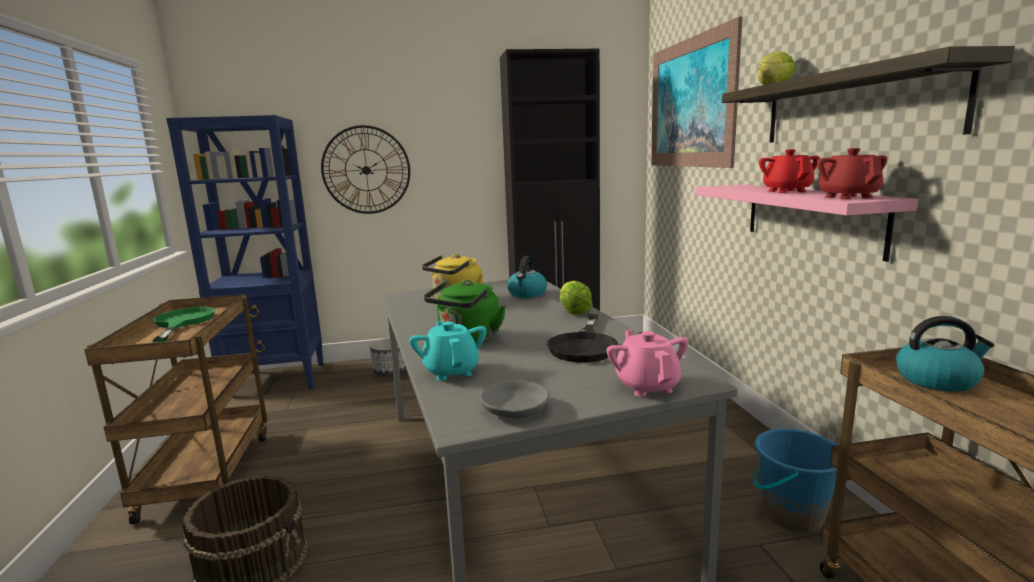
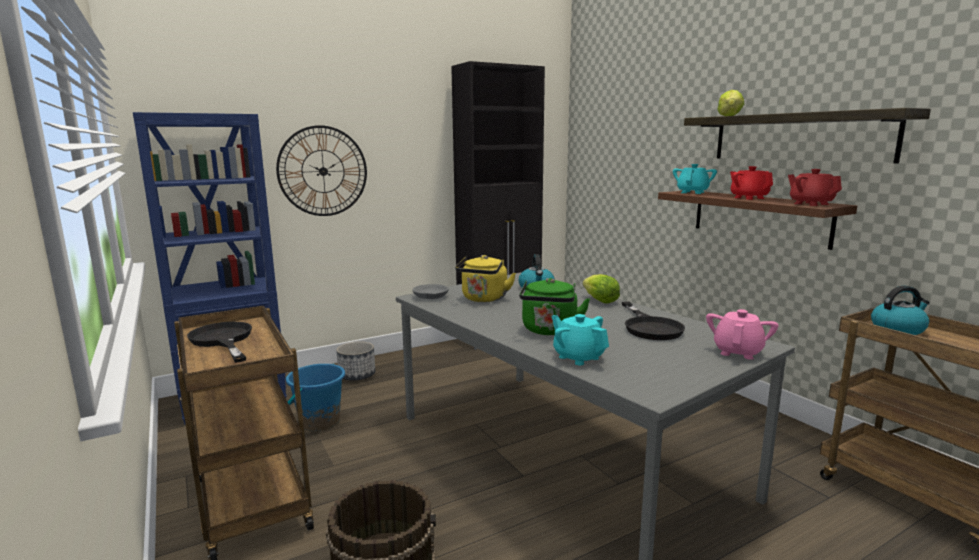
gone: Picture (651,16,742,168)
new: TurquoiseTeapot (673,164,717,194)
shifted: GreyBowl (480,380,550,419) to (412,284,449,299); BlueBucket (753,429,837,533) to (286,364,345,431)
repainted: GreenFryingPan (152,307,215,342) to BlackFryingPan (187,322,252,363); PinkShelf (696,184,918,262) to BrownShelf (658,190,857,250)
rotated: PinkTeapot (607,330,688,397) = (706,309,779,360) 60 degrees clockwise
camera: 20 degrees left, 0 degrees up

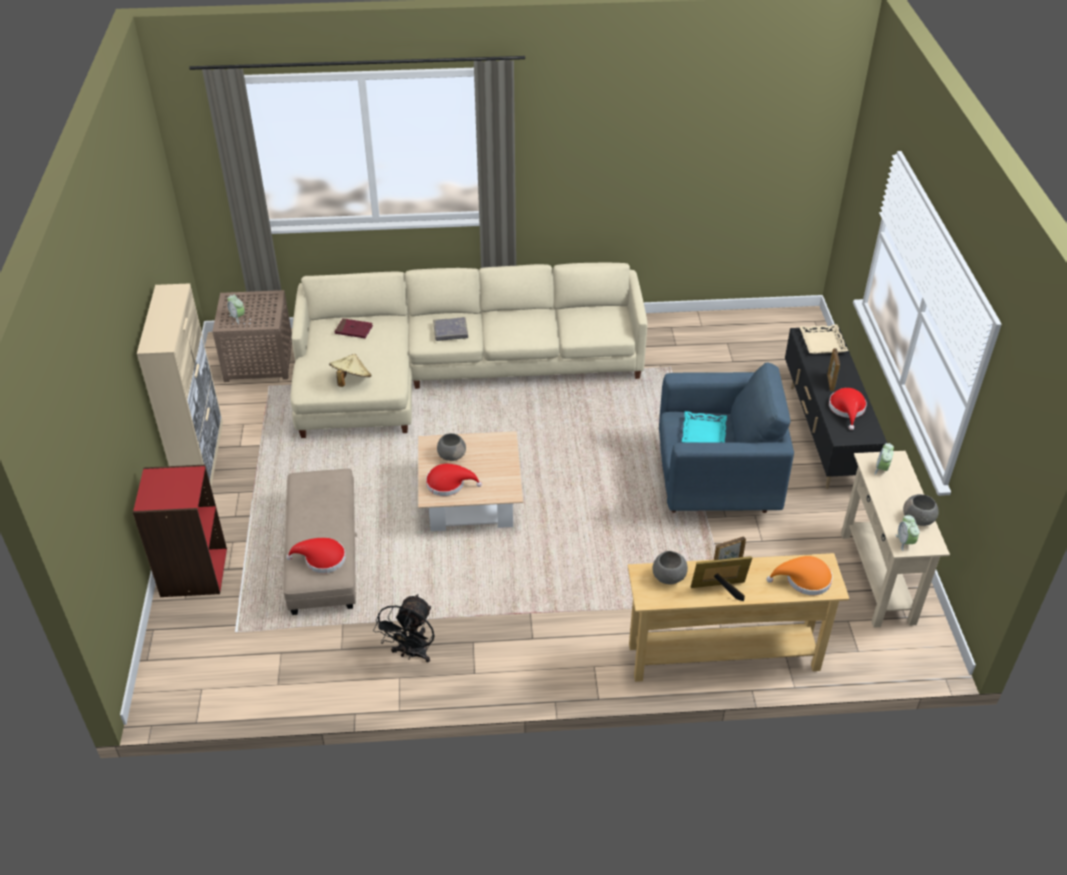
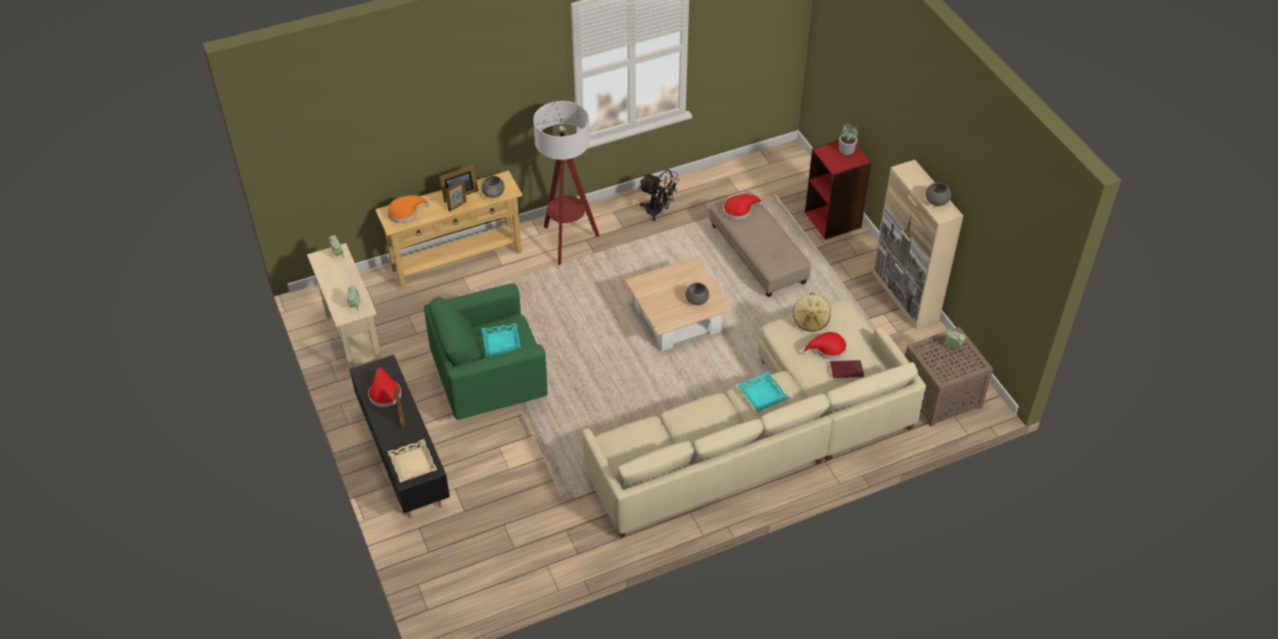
new: FloorLamp (533,101,600,265); PottedPlant (839,123,858,155)
shifted: RedHat (426,464,482,496) to (802,332,847,359); GreyBowl (903,494,939,526) to (925,183,951,206)
swapped: GreyBook (433,317,468,341) to TurquoiseTray (737,371,789,412)
repainted: BlueArmchair (659,363,794,513) to GreenArmchair (424,283,548,420)
rotated: BlackFan (373,594,435,663) = (639,170,679,221) 120 degrees clockwise
camera: 160 degrees right, 5 degrees up

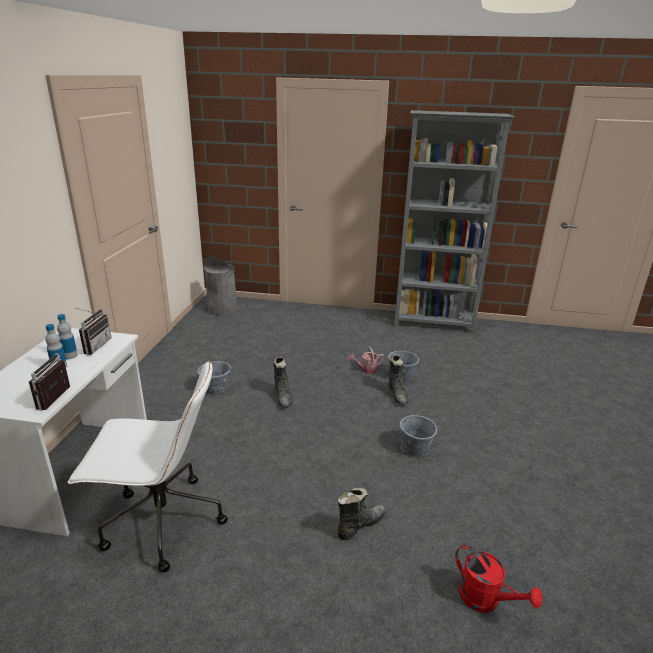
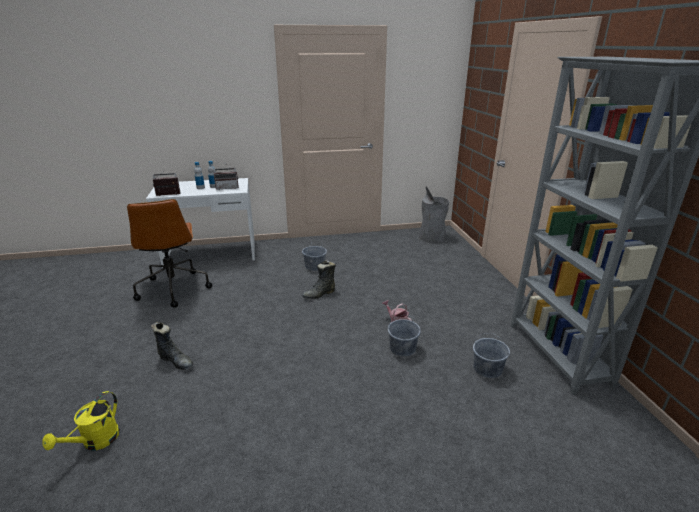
gone: BlackBoot (389,355,408,405)
shifted: GreyBucket (400,410,437,457) to (473,333,510,378)
repainted: WhiteOfficeChair (67,361,228,572) to BrownOfficeChair (127,199,212,308); RedWateringCan (455,545,543,612) to YellowWateringCan (42,391,120,450)
camera: 70 degrees right, 0 degrees up

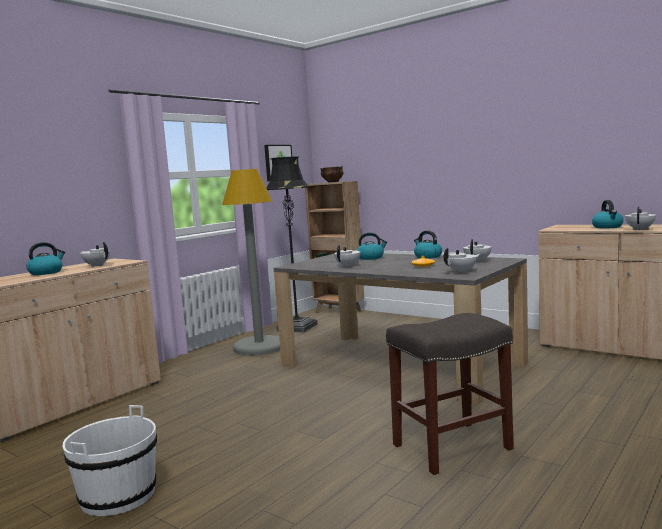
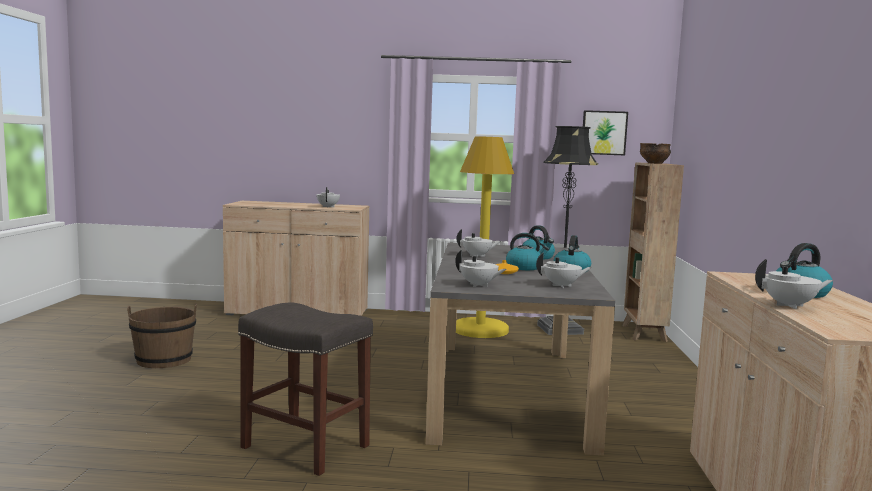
shifted: Kettle (26,242,65,275) to (506,233,549,270)
repainted: WhiteBucket (63,405,157,516) to BrownBucket (127,303,197,368); GreyFloorLamp (222,169,280,356) to YellowFloorLamp (456,136,514,338)
camera: 55 degrees right, 0 degrees up

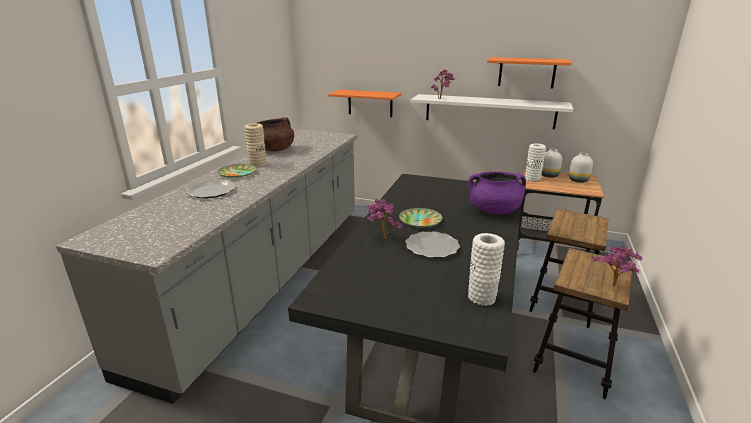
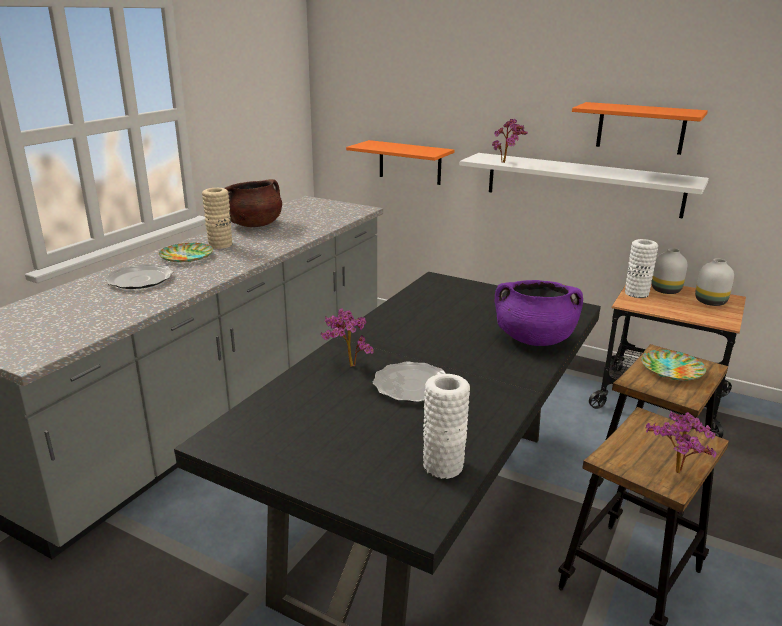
shifted: Plate (399,208,442,228) to (641,350,706,381)
camera: 10 degrees right, 0 degrees up

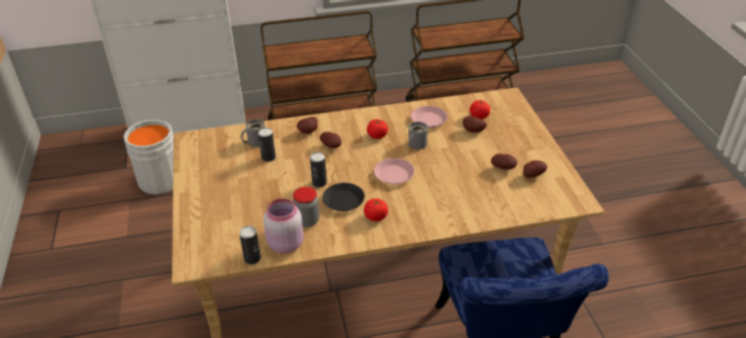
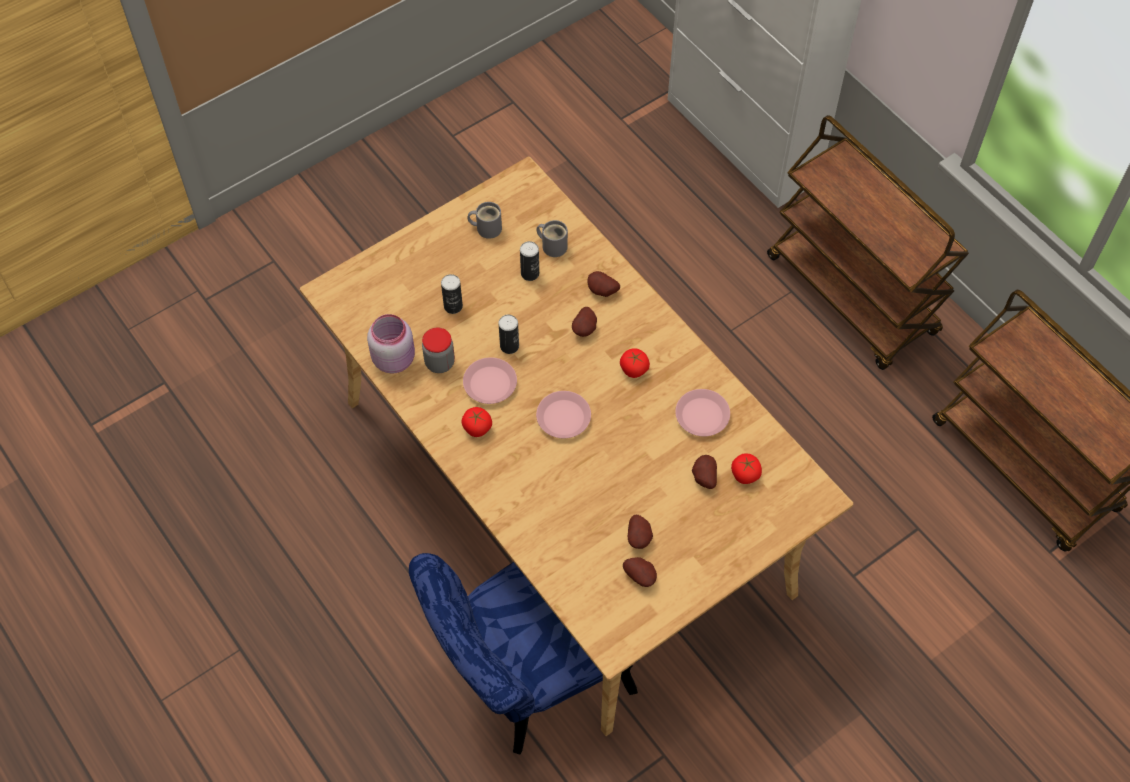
gone: GreyBucket (123,120,174,194)
shifted: Can (239,226,261,264) to (441,274,463,314); GreyMug (408,122,428,150) to (467,202,502,239)
repainted: BlackPlate (322,183,365,211) to PinkPlate (463,357,517,404)
camera: 65 degrees right, 20 degrees up

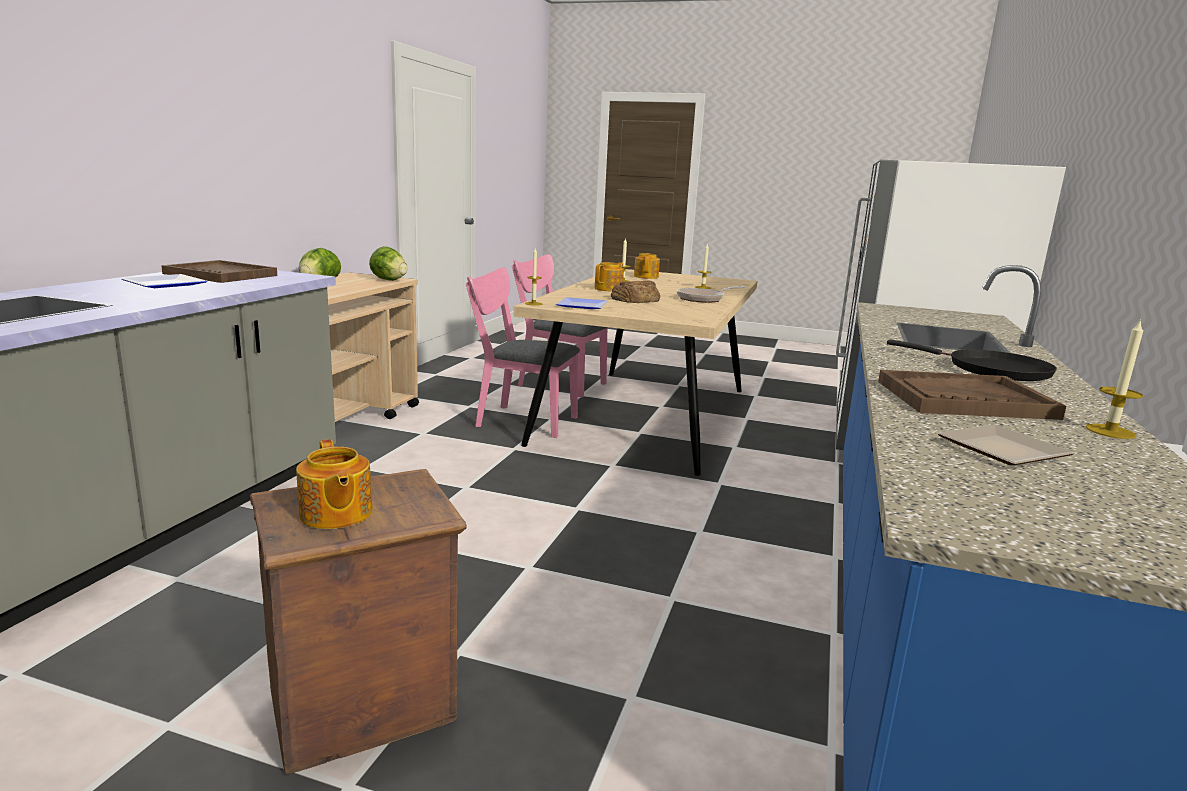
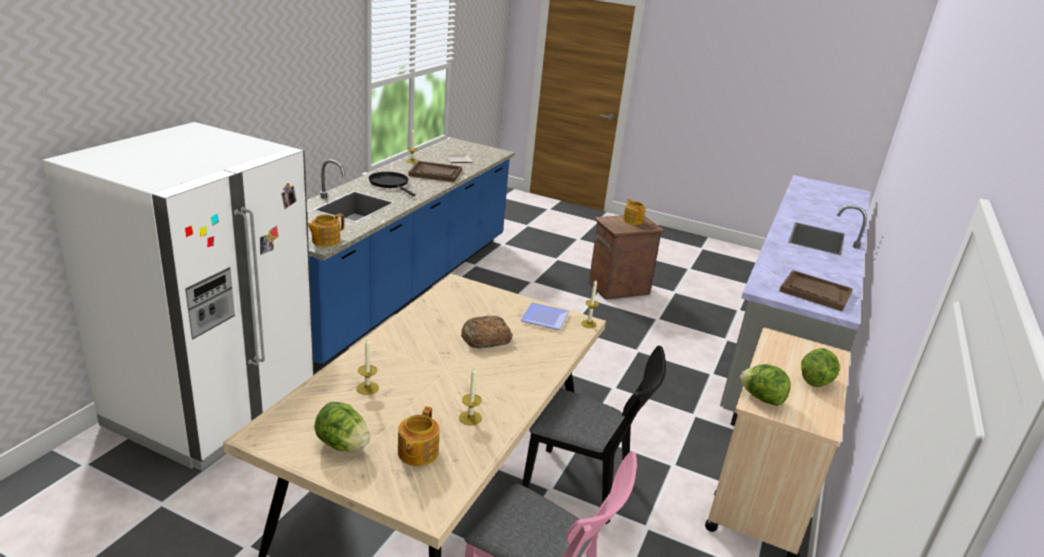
gone: Plate (122,274,208,288); FryingPan (677,286,745,303)
new: Lettuce (314,402,370,451)
shifted: Teapot (594,262,624,291) to (308,214,345,247)
repainted: PinkChair (466,267,580,438) to BlackChair (522,345,666,524)
camera: 175 degrees left, 10 degrees up

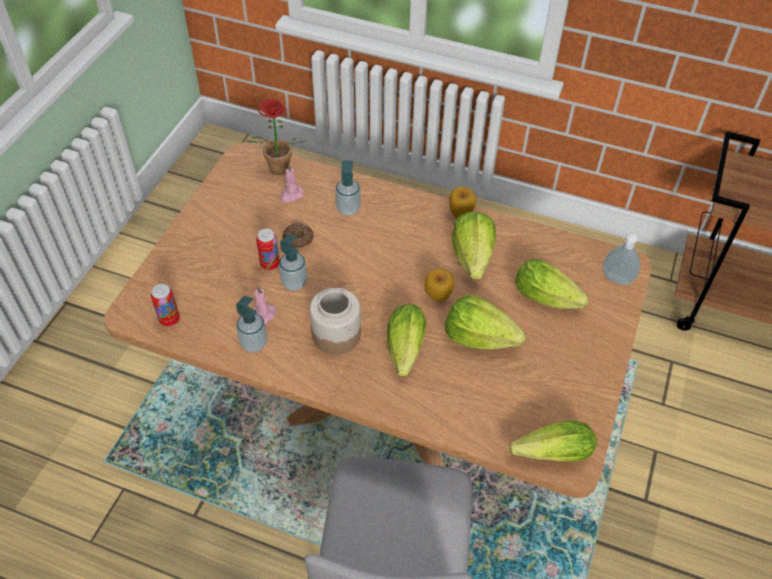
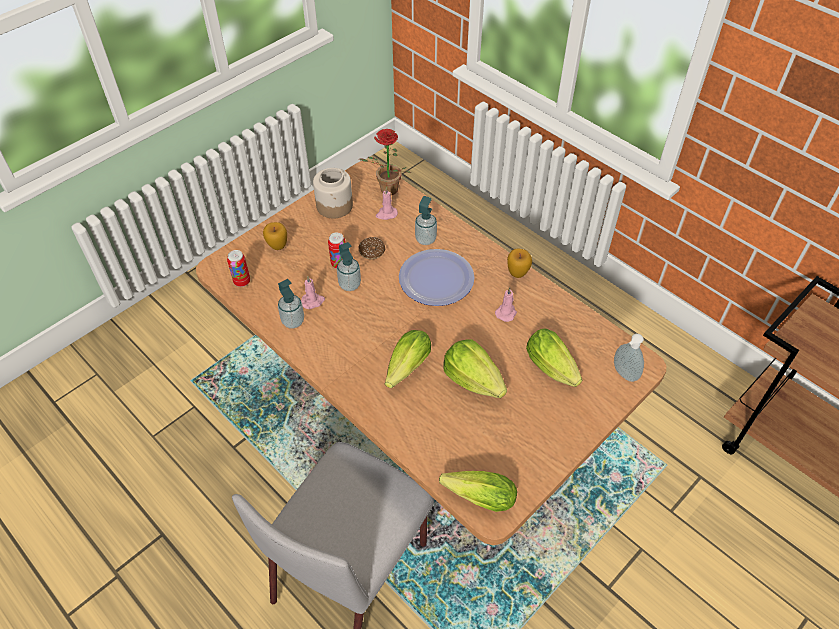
new: Plate (399,249,475,306)
shifted: Jar (310,288,361,354) to (313,168,353,218); Apple (424,268,454,302) to (263,222,287,250)
swapped: Lettuce (452,211,496,280) to PinkCandle (495,288,517,322)
camera: 25 degrees right, 0 degrees up

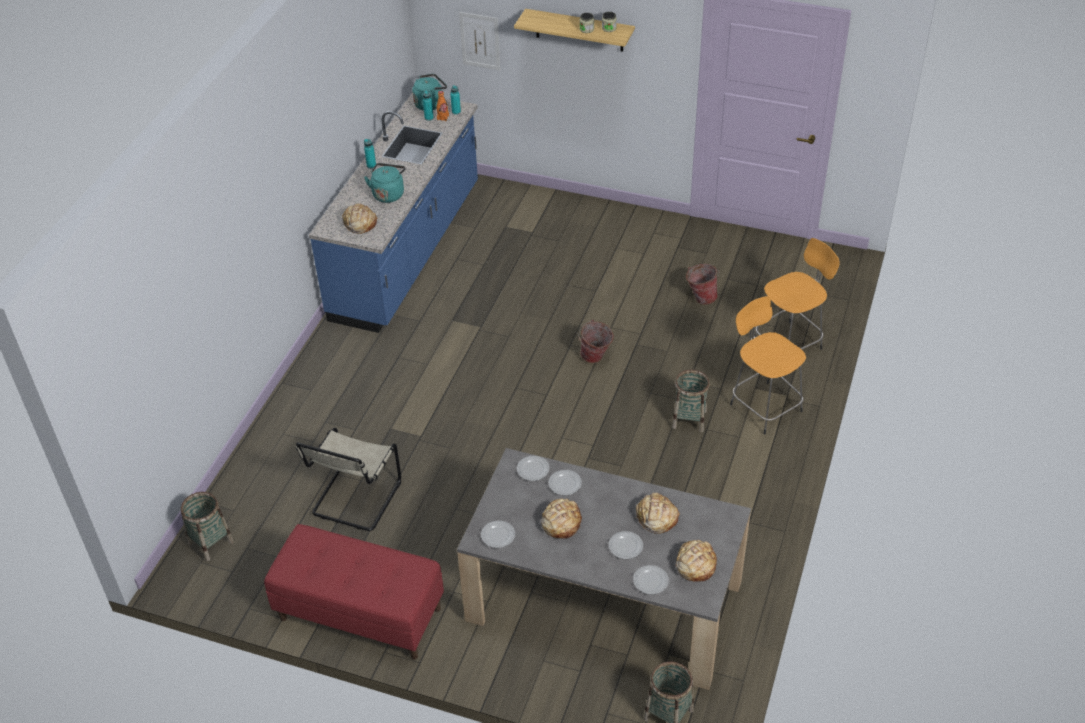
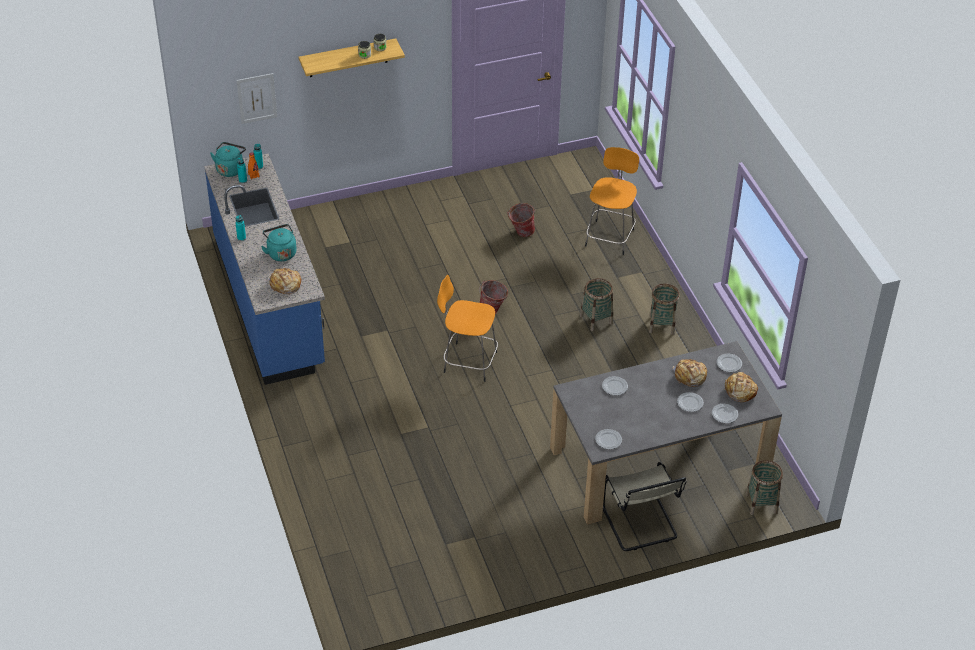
gone: RedBench (264,524,444,660); Bread (541,498,582,538)
shifted: Basket (181,492,234,561) to (649,284,680,335); BeigeChair (296,428,401,531) to (603,462,687,551); Plate (517,456,550,481) to (716,354,742,372); OrangeStool (730,296,806,435) to (437,275,498,382)
camera: 40 degrees left, 0 degrees up

